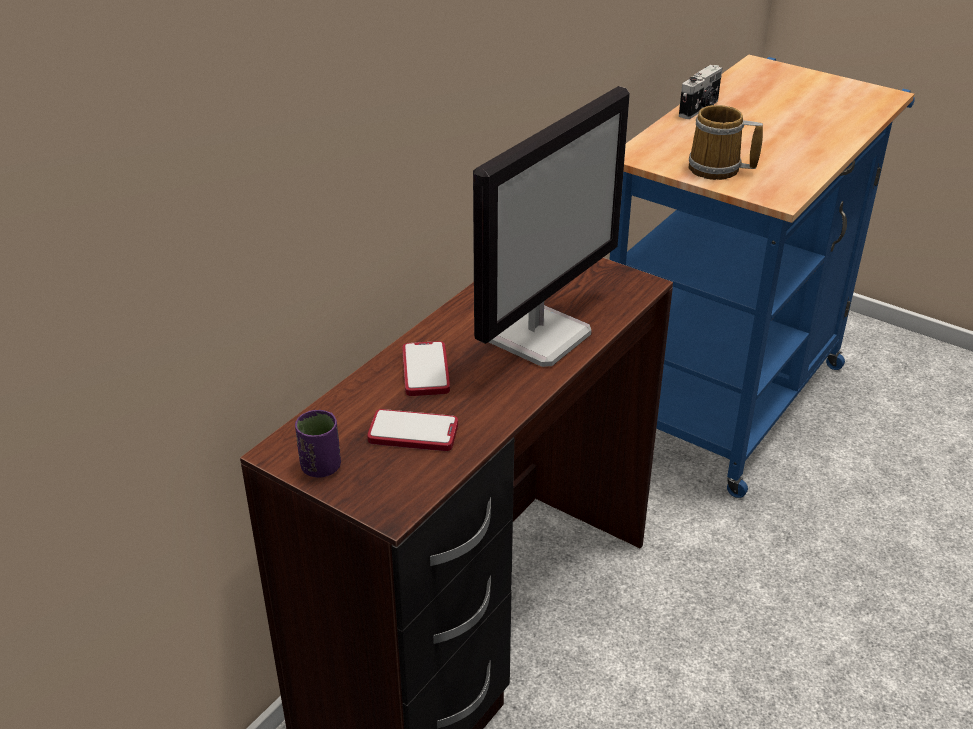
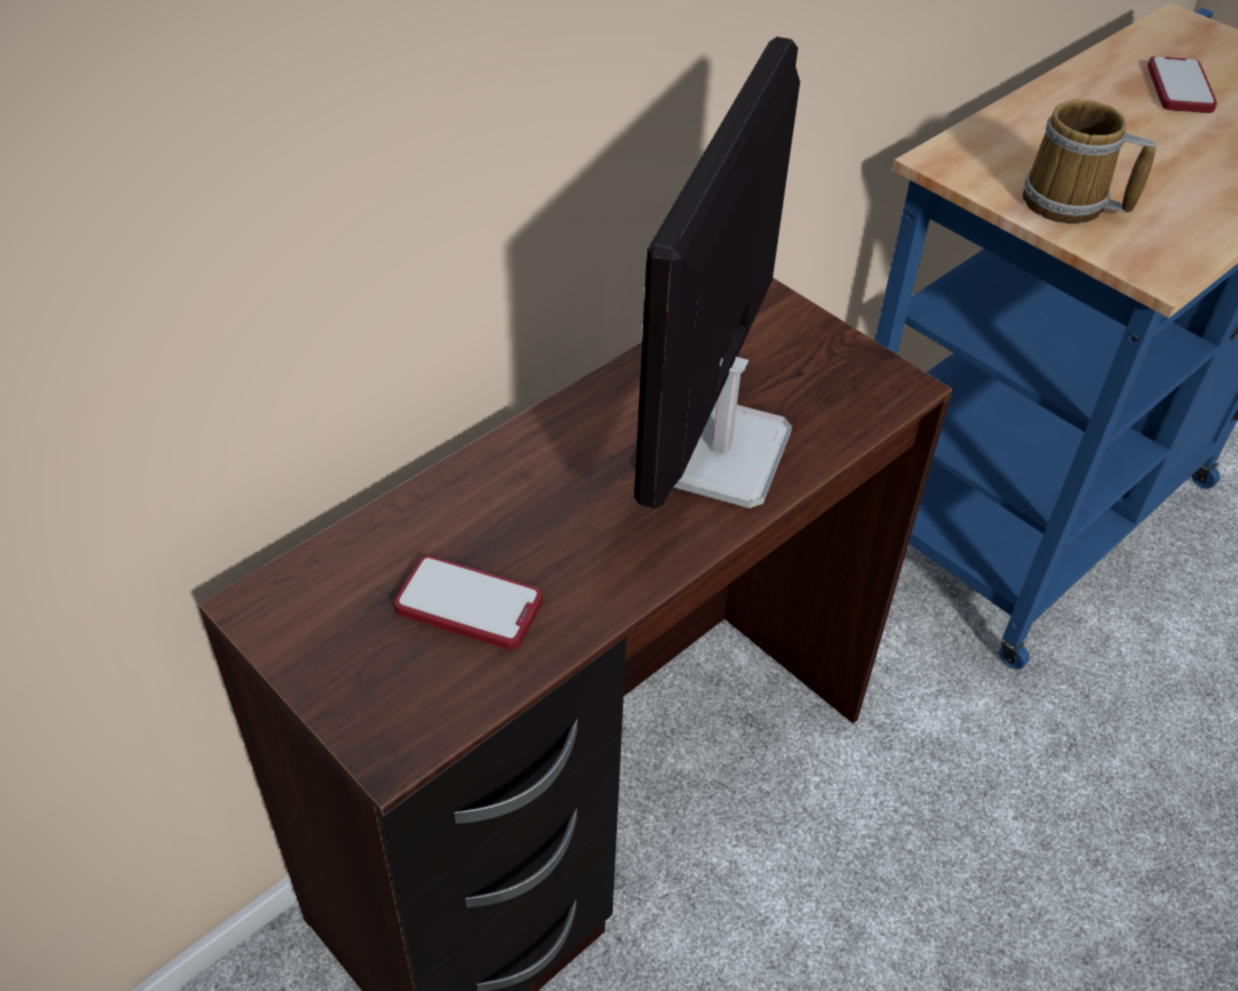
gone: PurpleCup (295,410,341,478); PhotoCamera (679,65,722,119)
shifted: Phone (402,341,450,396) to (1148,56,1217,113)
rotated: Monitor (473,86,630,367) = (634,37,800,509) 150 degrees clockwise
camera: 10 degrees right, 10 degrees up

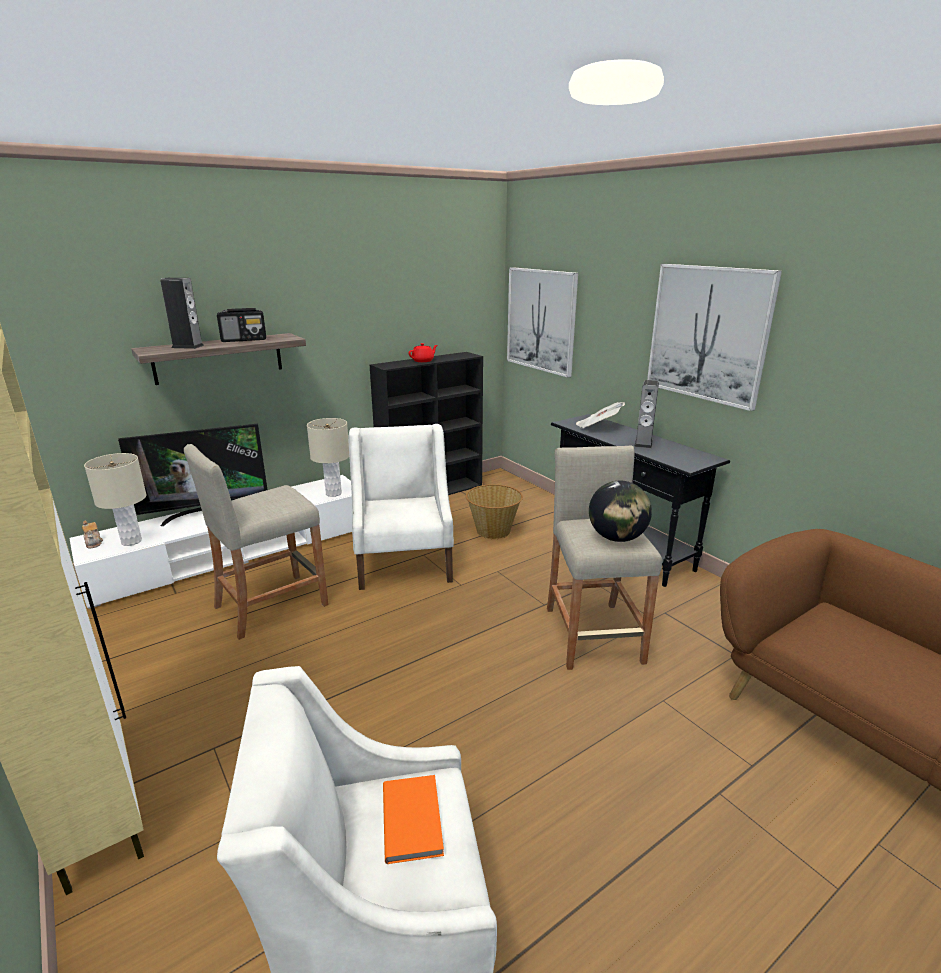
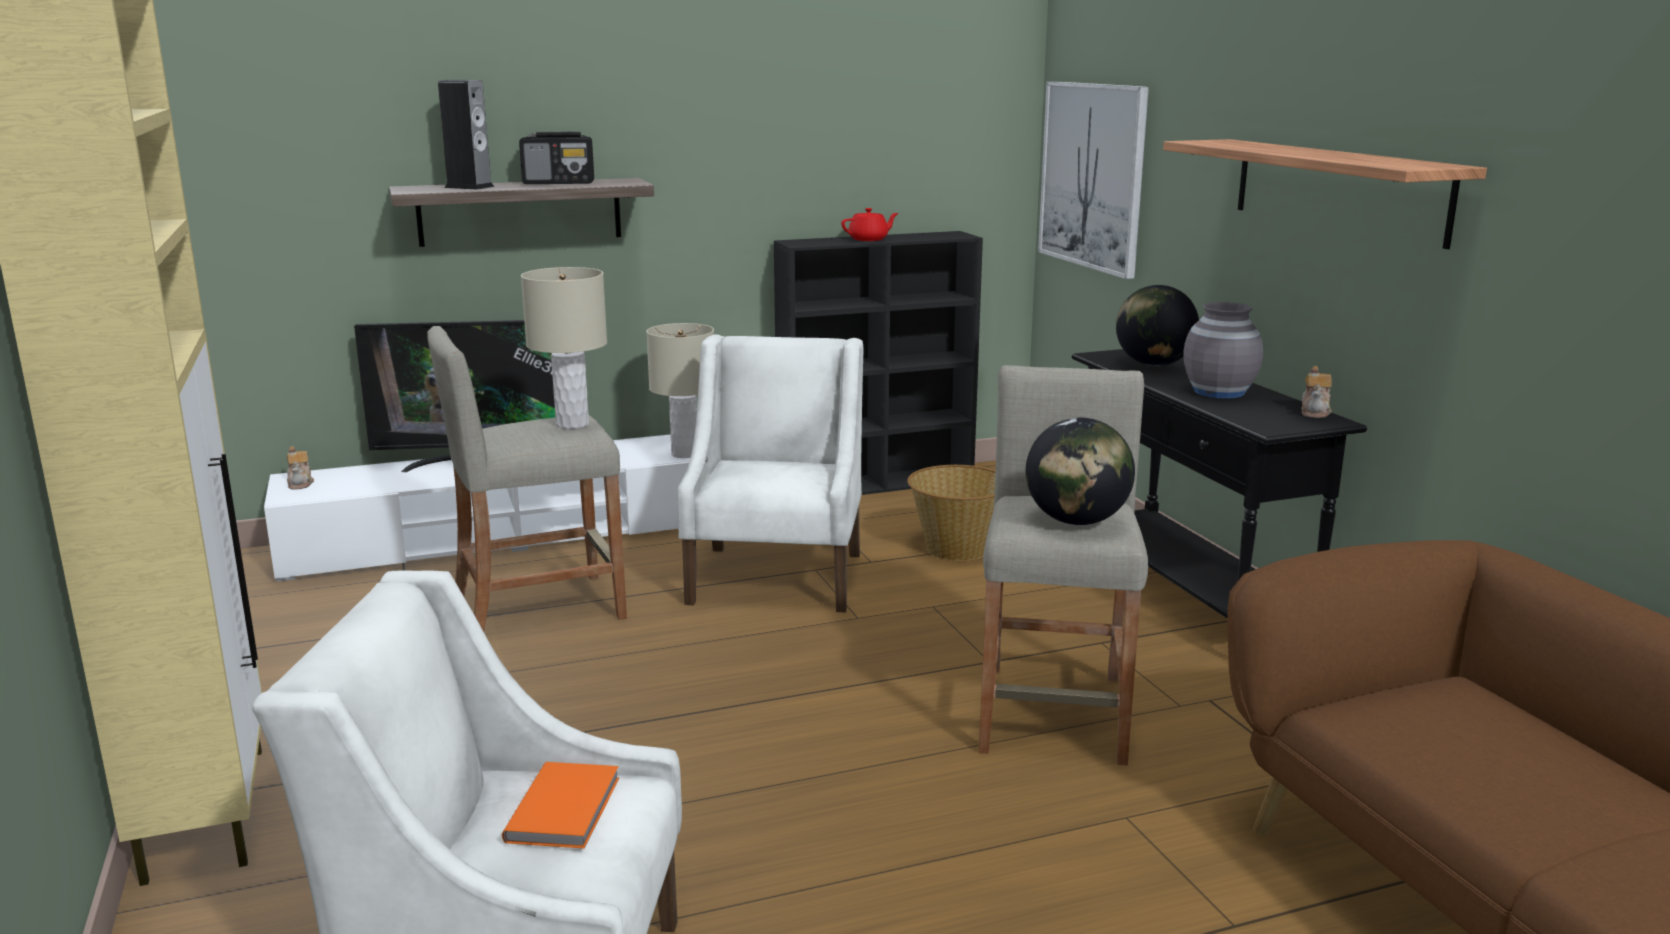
new: Teapot (1301,366,1332,418)
shifted: BeigeTableLamp (84,453,147,546) to (521,267,607,429)
swapped: Newspaper (576,402,625,428) to Globe (1116,285,1199,366); Speaker (634,380,659,448) to GreyVase (1183,302,1263,399); Picture (647,264,782,411) to Shelf (1163,139,1487,249)
camera: 15 degrees right, 5 degrees down

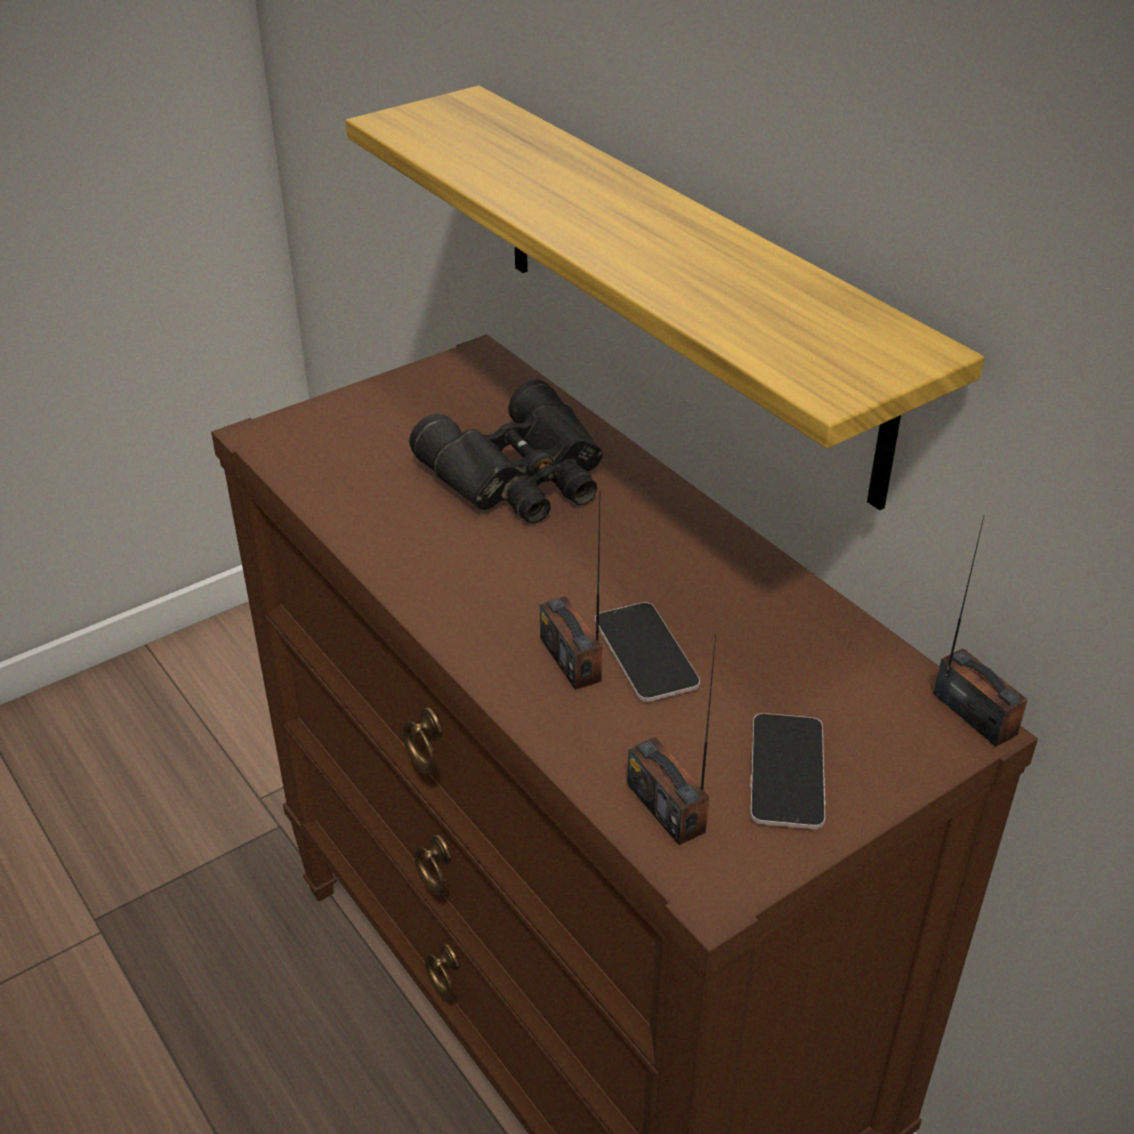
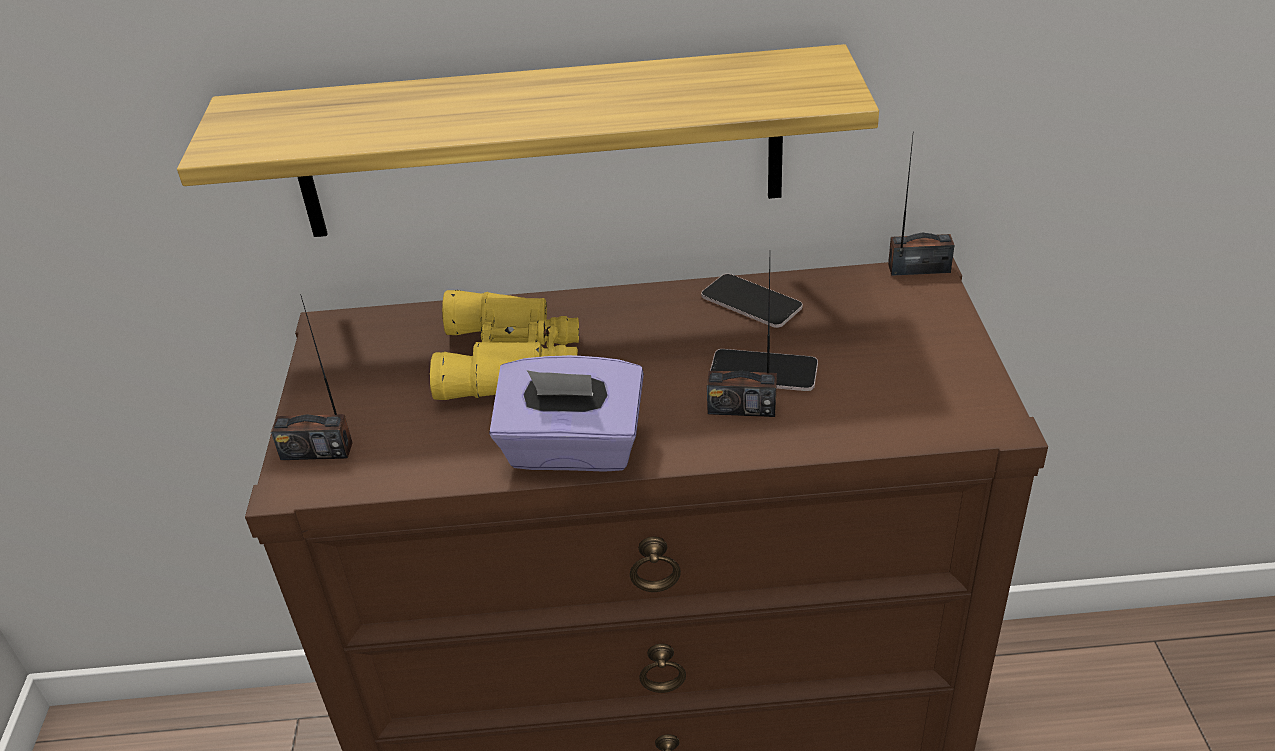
new: PurpleTissueBox (489,355,644,472)
shifted: Radio (627,635,716,845) to (271,294,353,460); Phone (750,713,826,829) to (701,274,803,328)
repainted: BlackBinoculars (409,380,603,524) to YellowBinoculars (430,290,579,400)
camera: 55 degrees left, 0 degrees up

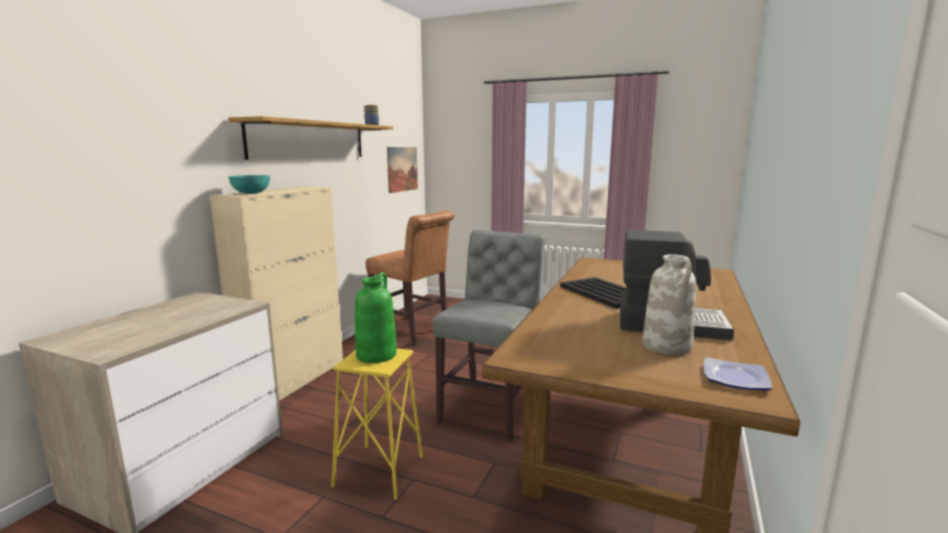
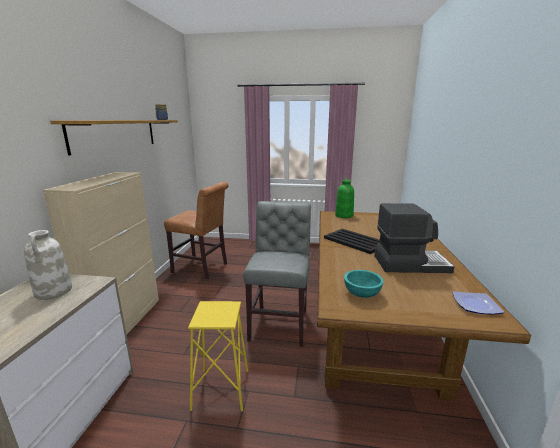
gone: Picture (387,147,418,193)
shifted: TurquoiseBowl (229,175,270,194) to (344,270,384,298); GreenVase (355,272,397,363) to (335,178,354,218); WhiteVase (643,254,696,355) to (24,230,72,300)
camera: 15 degrees left, 5 degrees up

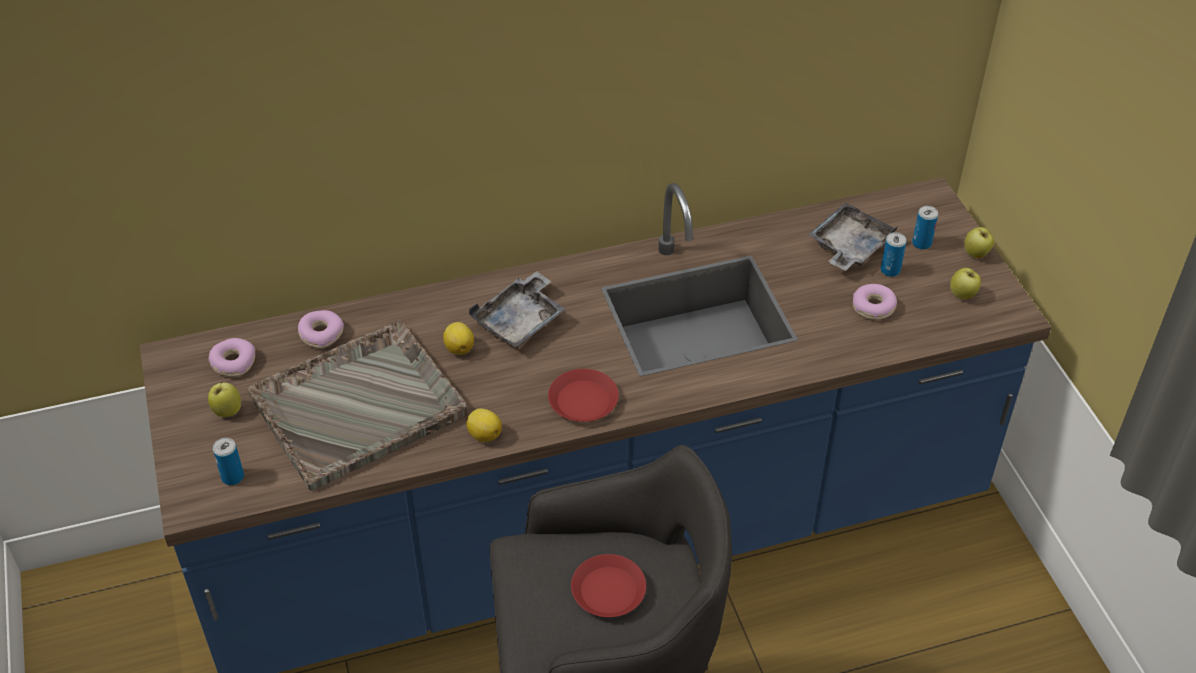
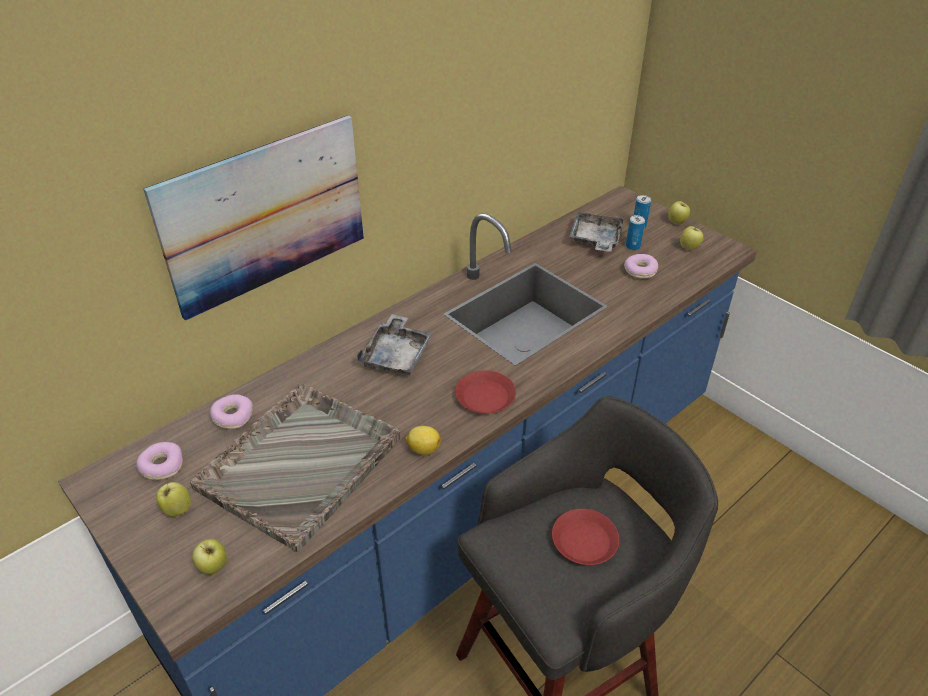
gone: Lemon (443,322,474,355)
new: Picture (143,115,364,321)
swapped: Can (213,438,244,485) to Apple (192,539,227,575)
camera: 25 degrees left, 5 degrees down

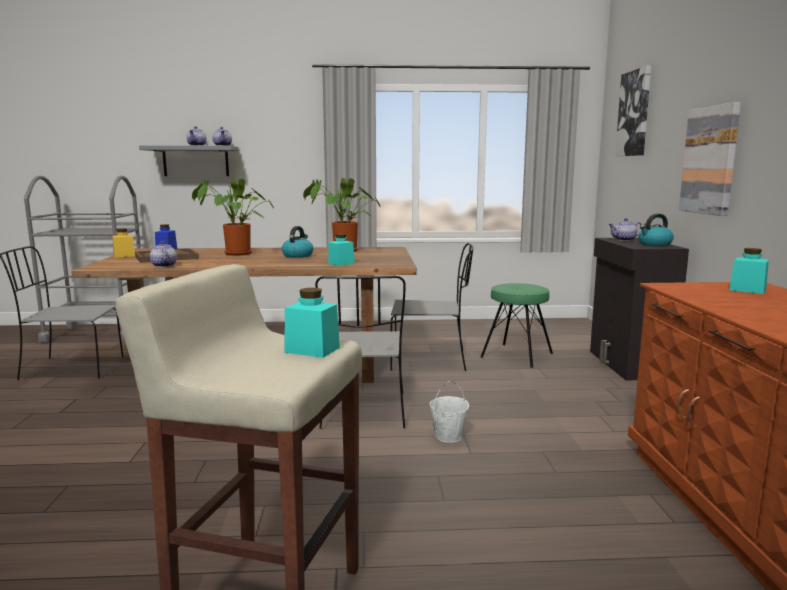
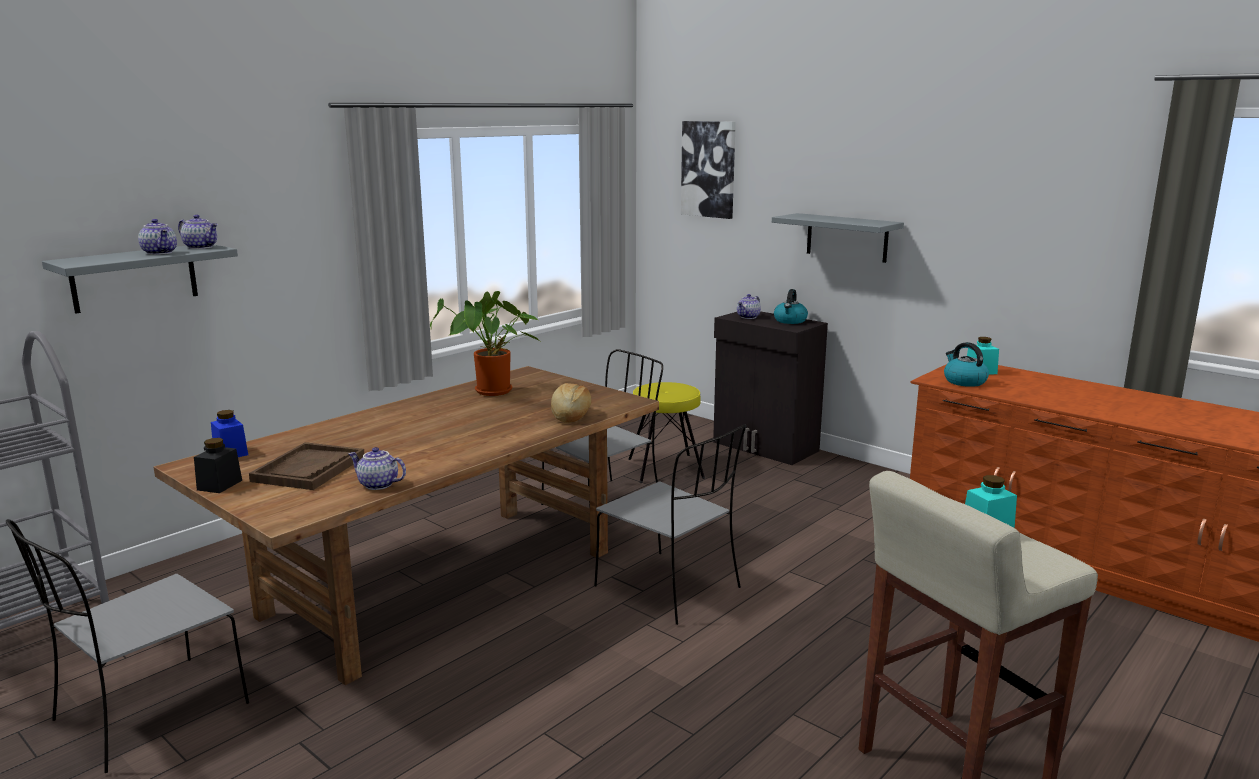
gone: PottedPlant (192,178,274,256); WhiteBucket (430,381,469,443)
shifted: Kettle (282,226,313,258) to (944,342,989,387)
swapped: TurquoiseJar (328,234,355,266) to Bread (551,383,592,423); Picture (679,102,741,216) to GreyShelf (772,213,904,263)
repainted: YellowJar (112,229,135,258) to BlackJar (194,438,242,493); GreenStool (480,283,553,368) to YellowStool (628,382,705,483)
camera: 45 degrees left, 5 degrees up

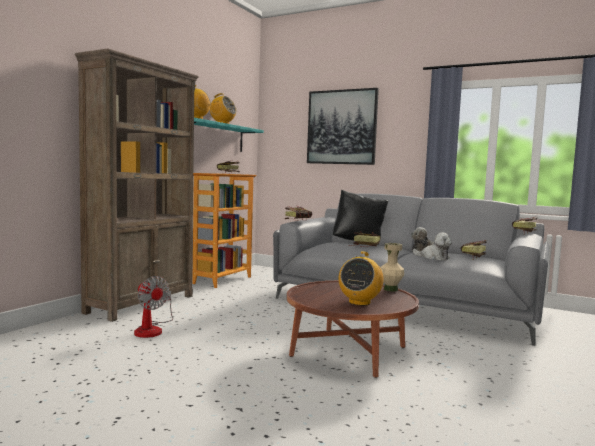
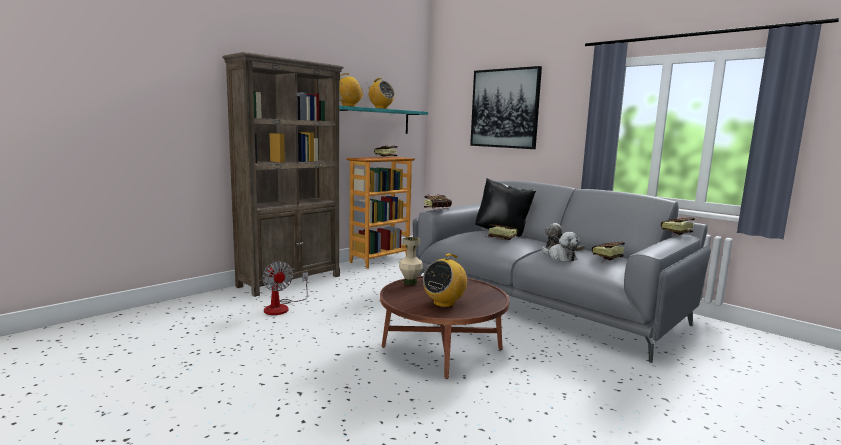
shifted: BeigeVase (380,243,404,291) to (399,237,423,285)
camera: 15 degrees right, 5 degrees up

